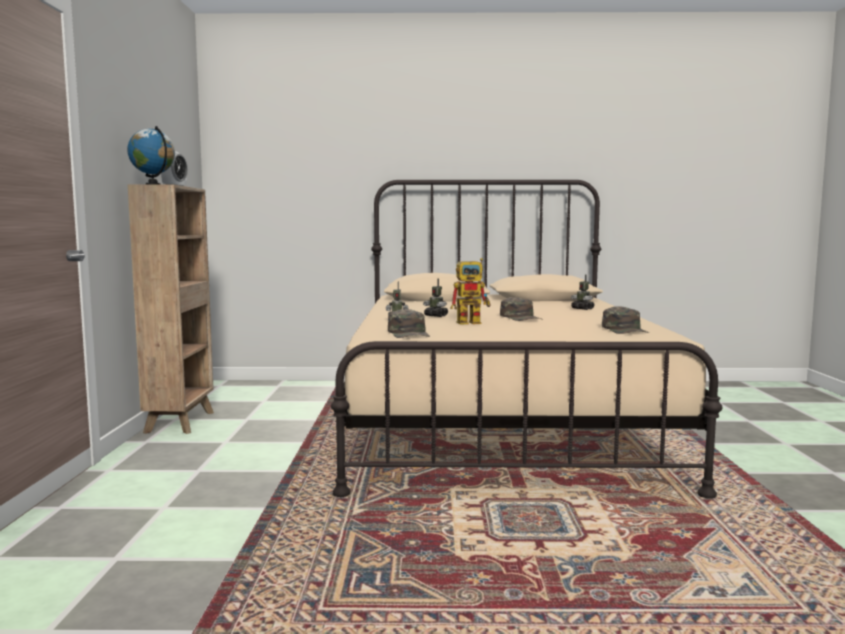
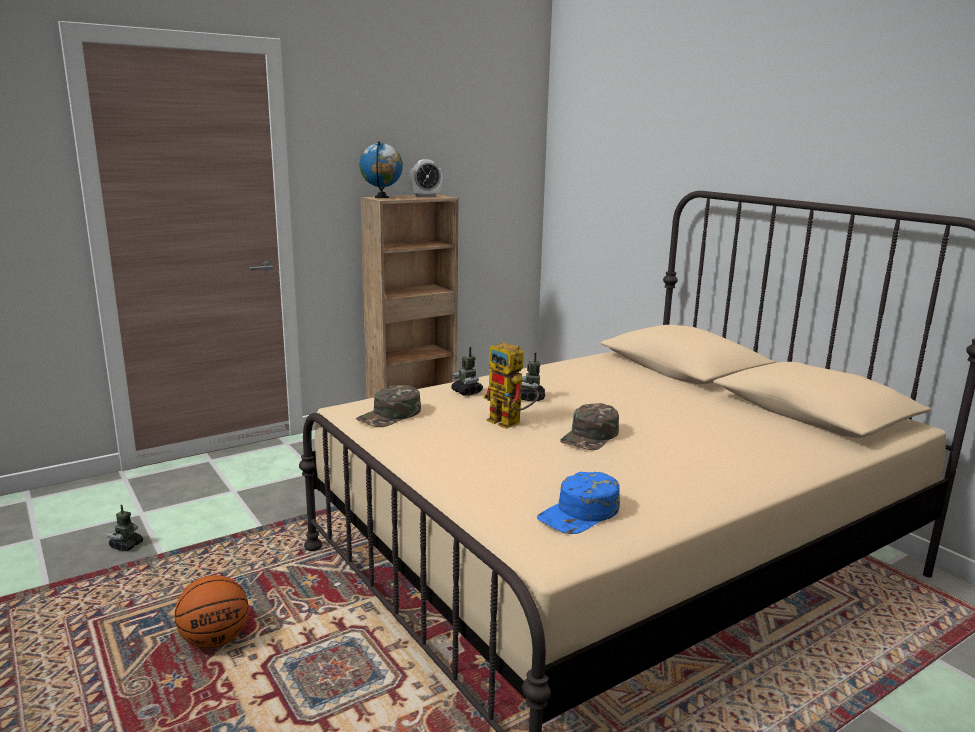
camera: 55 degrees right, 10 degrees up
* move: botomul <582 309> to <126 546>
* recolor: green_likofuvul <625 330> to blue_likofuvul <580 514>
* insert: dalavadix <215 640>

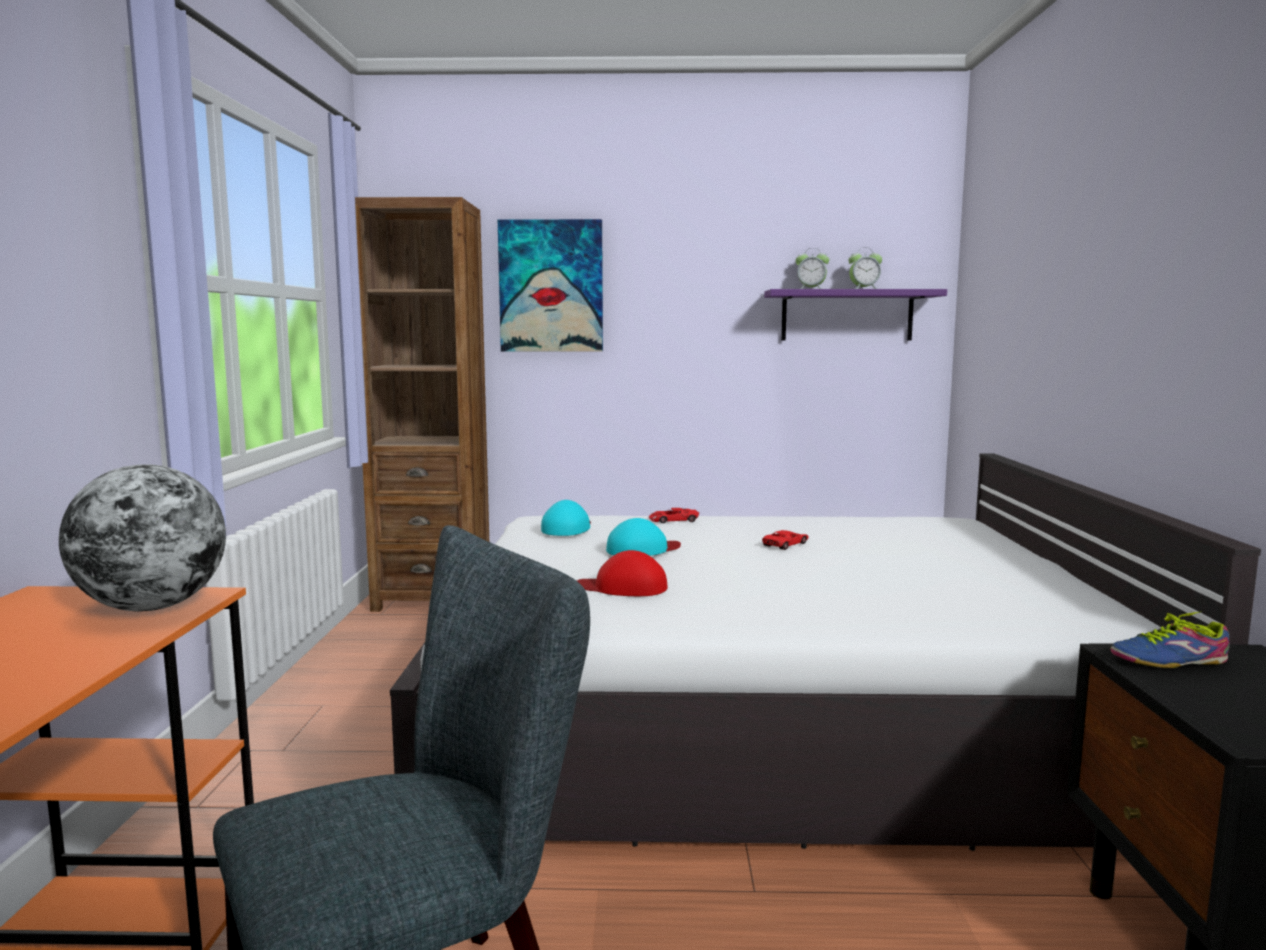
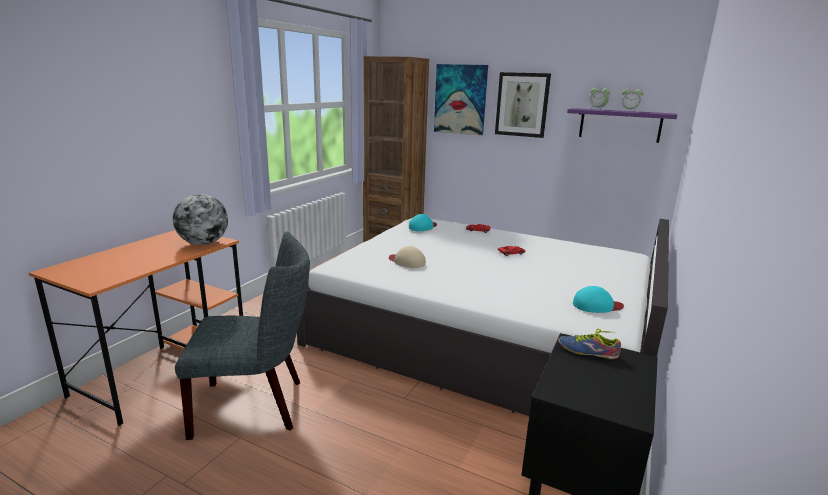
camera: 25 degrees right, 10 degrees up
* move: turquoise_likofuvul <643 549> to <597 305>
* recolor: red_likofuvul <623 587> to beige_likofuvul <407 261>
* insert: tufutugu <522 104>

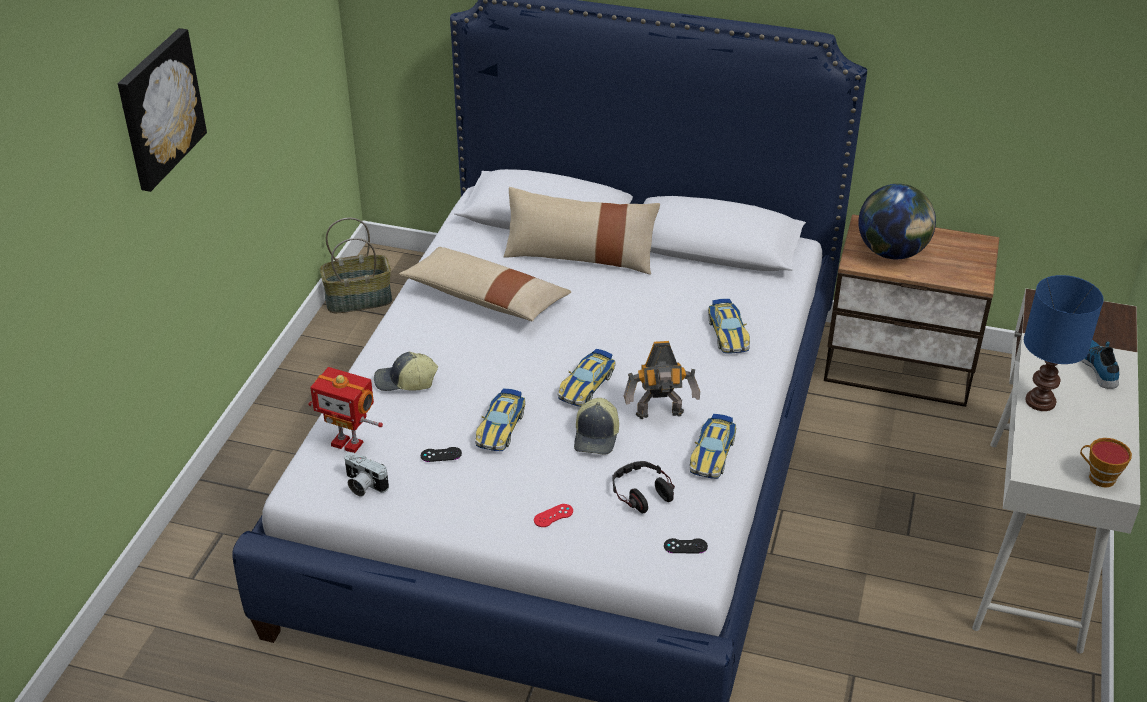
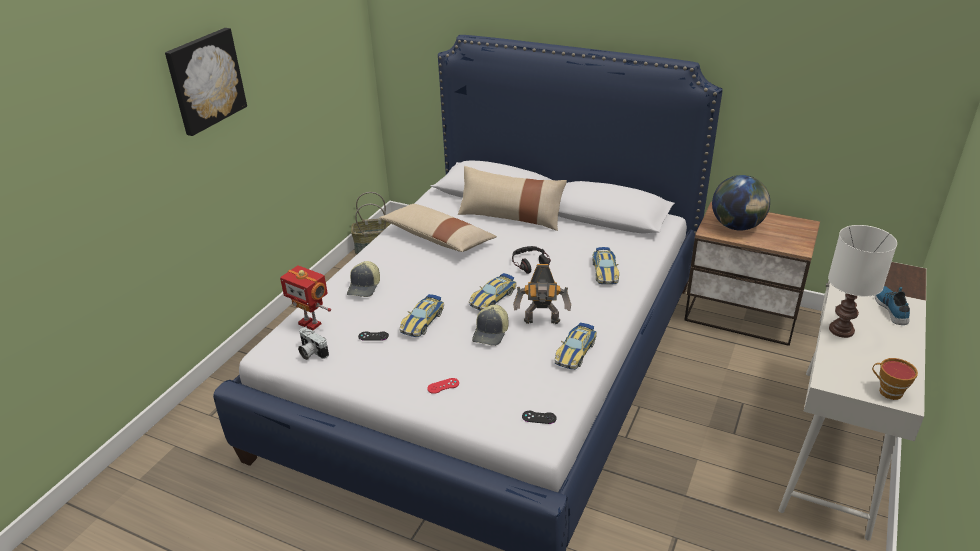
camera: 10 degrees right, 5 degrees down
* recolor: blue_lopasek <1040 400> to white_lopasek <841 329>
* rotate: likofuvul <405 382> = <365 287> 90 degrees counterclockwise
* move: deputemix <641 492> to <530 264>

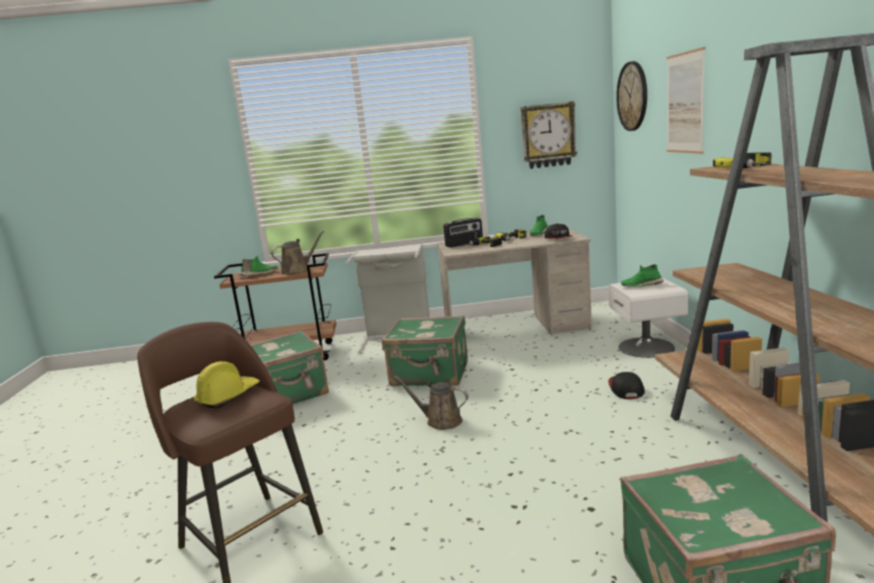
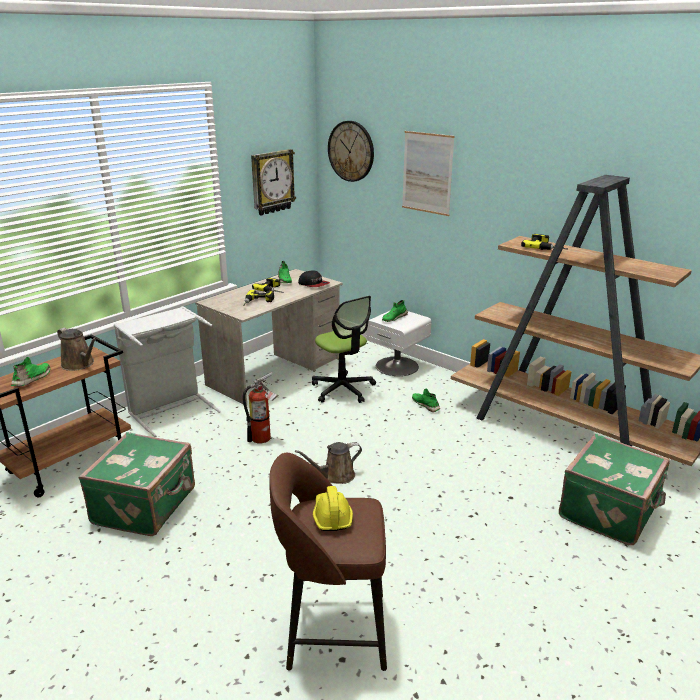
camera: 45 degrees left, 10 degrees up
* delete: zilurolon <464 244>
* rotate: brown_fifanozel <297 271> = <79 364> 120 degrees clockwise
* replace: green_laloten <430 375> to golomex <264 438>
* replace: likofuvul <625 388> to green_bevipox <426 405>
* insert: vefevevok <343 389>

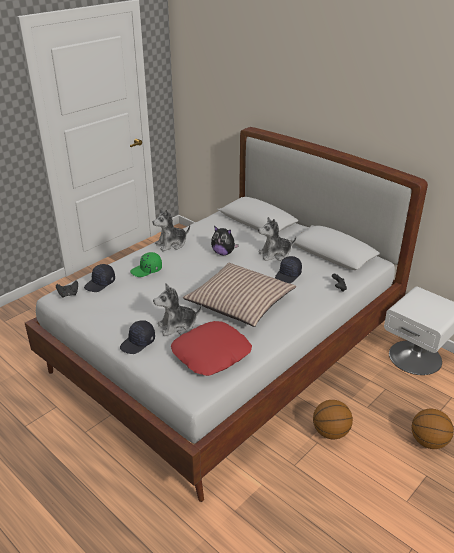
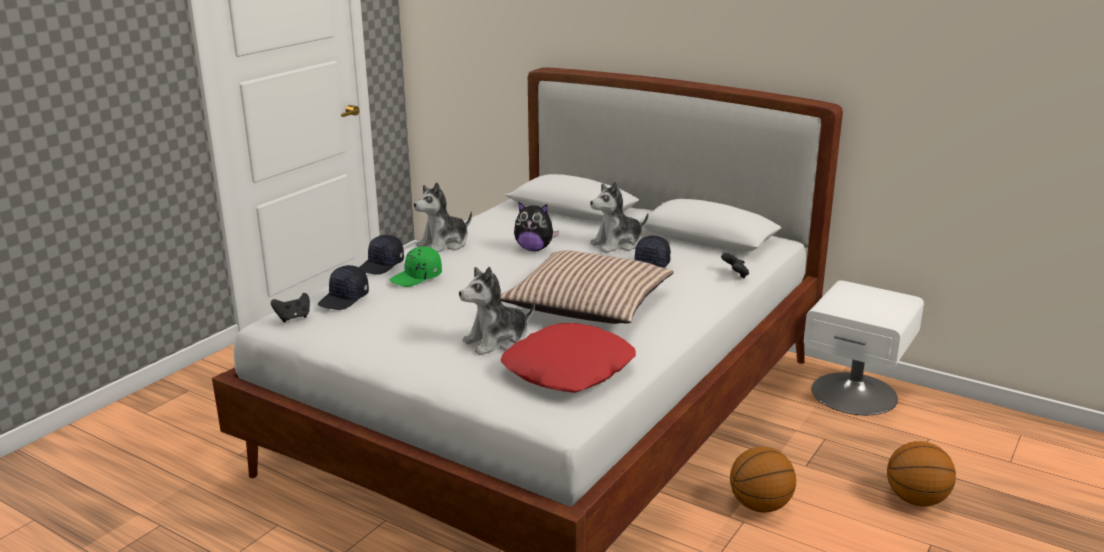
camera: 10 degrees left, 10 degrees down
* move: black_likofuvul <138 343> to <382 265>

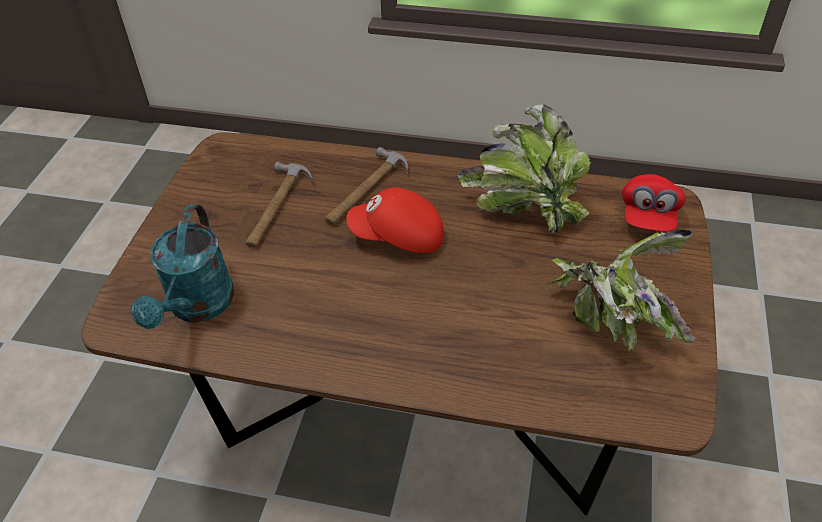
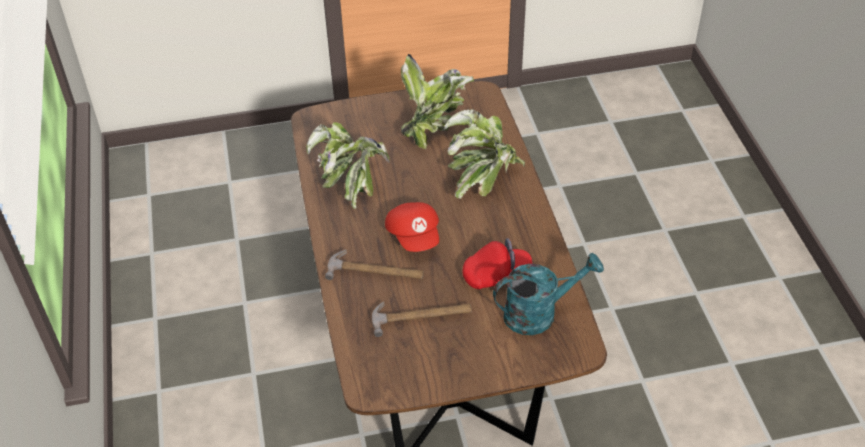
camera: 115 degrees left, 0 degrees up
* move: red_likofuvul <648 216> to <496 275>
* insert: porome <484 178>

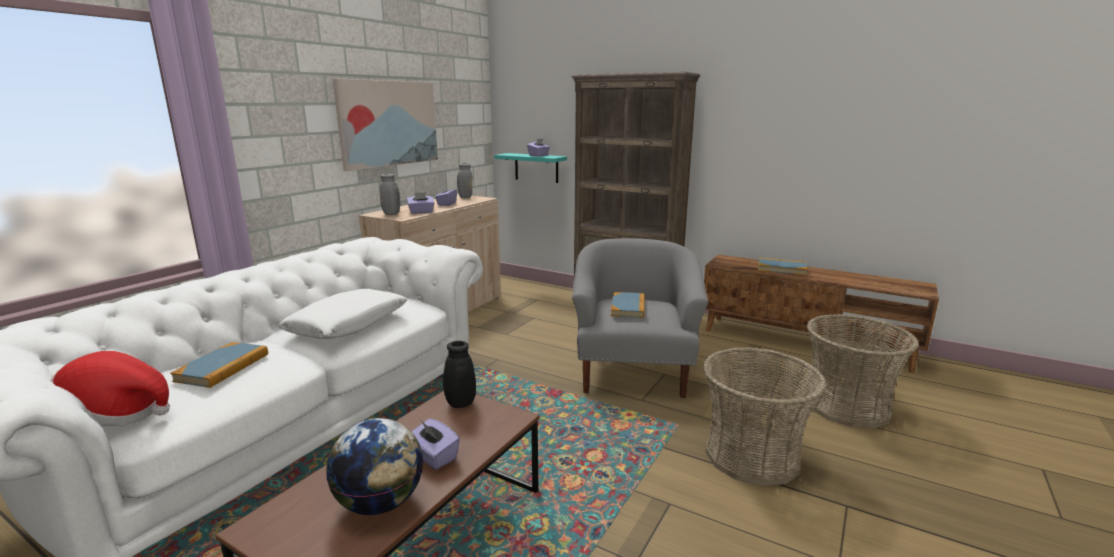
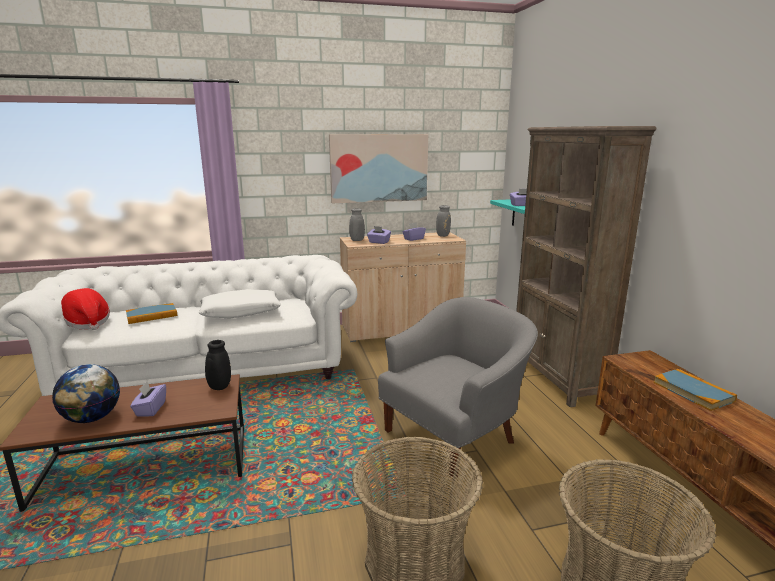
camera: 45 degrees right, 0 degrees up
* delete: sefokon <628 307>

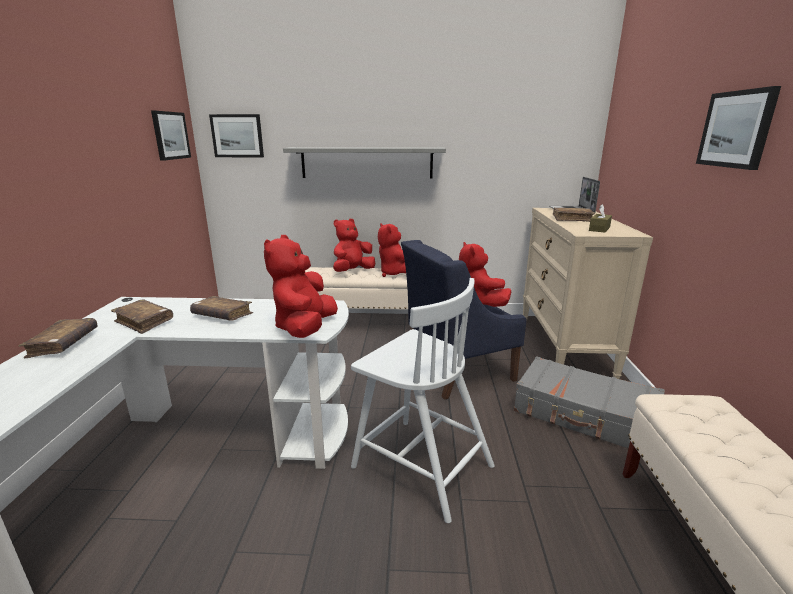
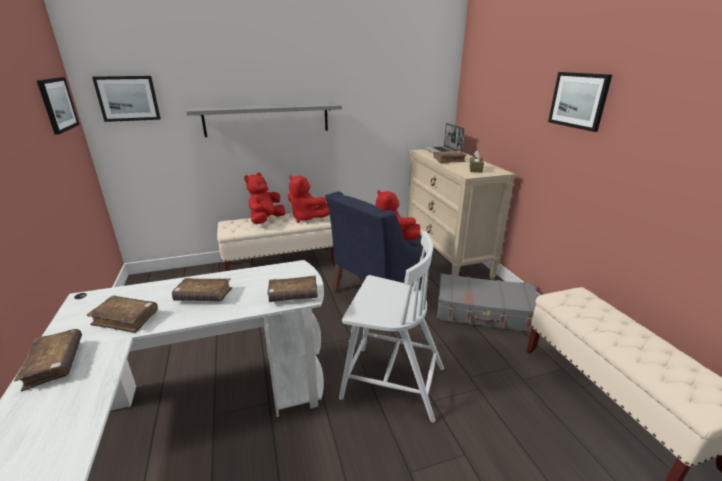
camera: 20 degrees left, 5 degrees up
* replace: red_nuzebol <305 328> to brown_sefokon <293 295>

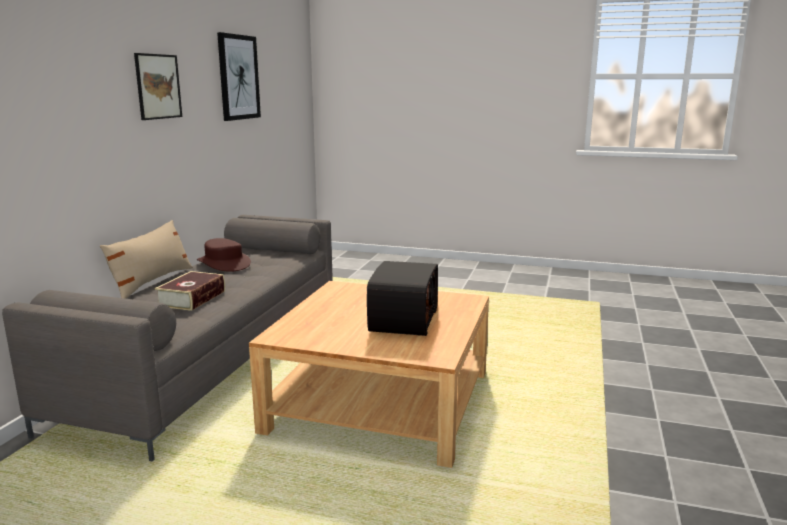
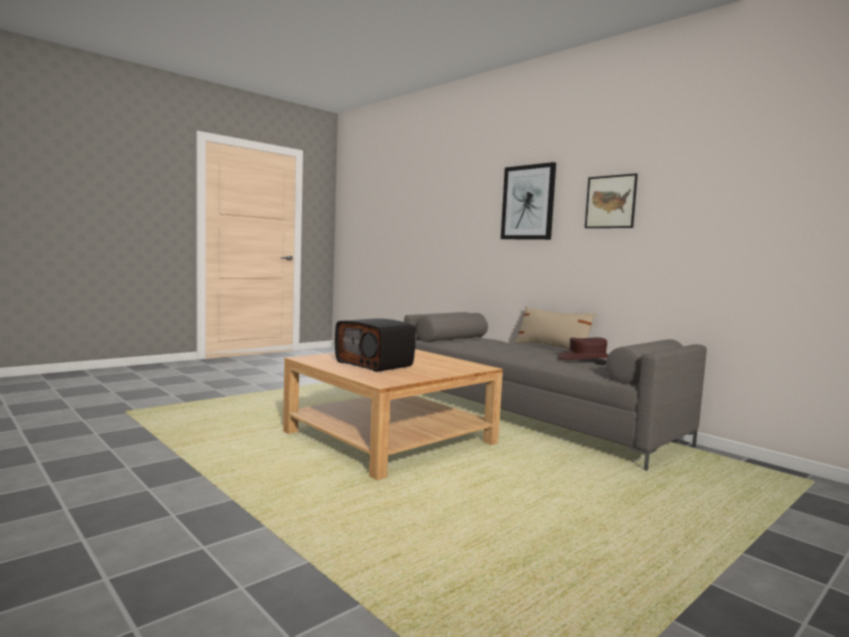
camera: 120 degrees right, 10 degrees down
* move: tufutugu <238 77> to <528 202>
* delete: sefokon <192 298>

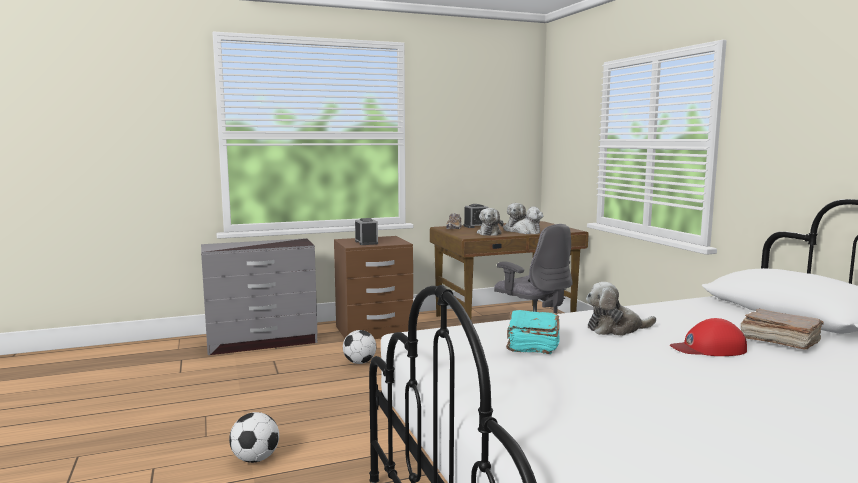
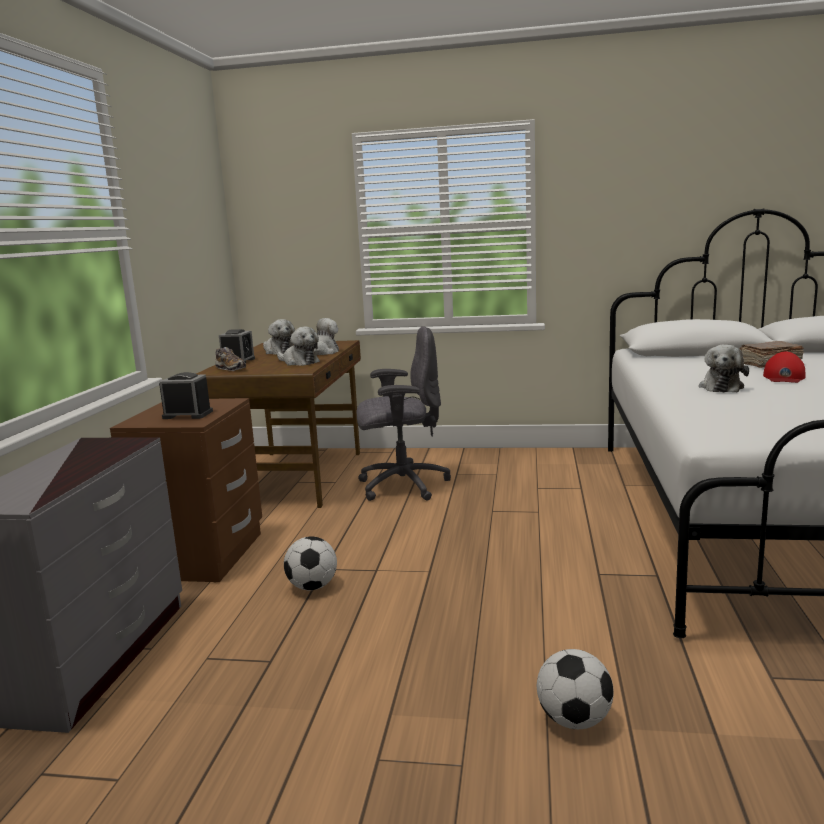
camera: 60 degrees left, 5 degrees up
* delete: turquoise_sefokon <532 343>

